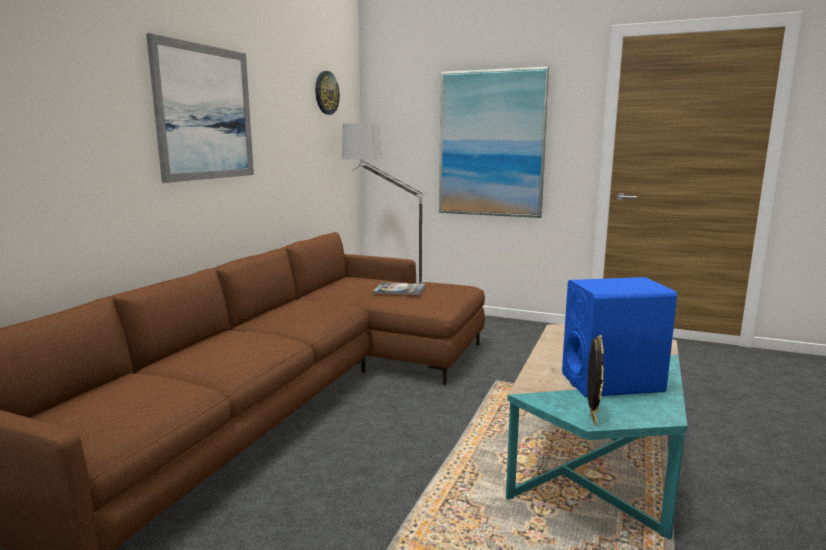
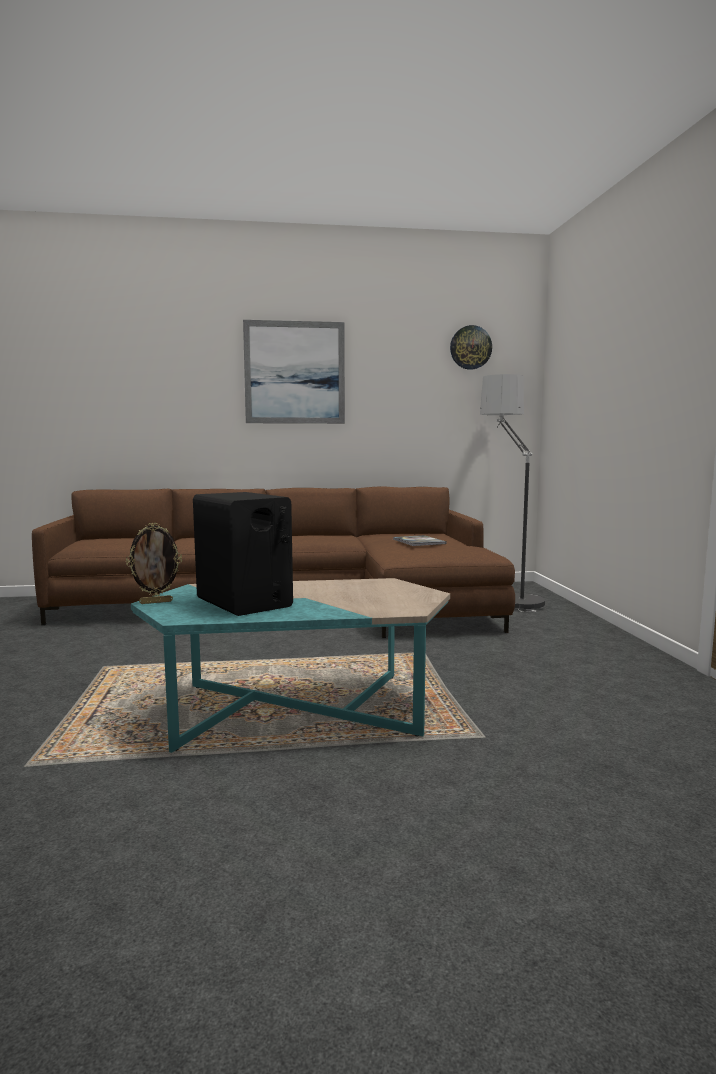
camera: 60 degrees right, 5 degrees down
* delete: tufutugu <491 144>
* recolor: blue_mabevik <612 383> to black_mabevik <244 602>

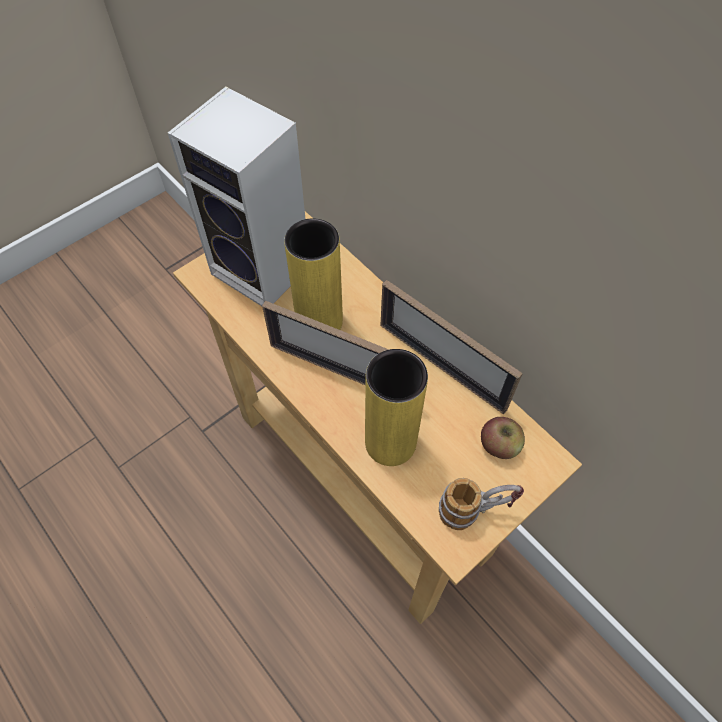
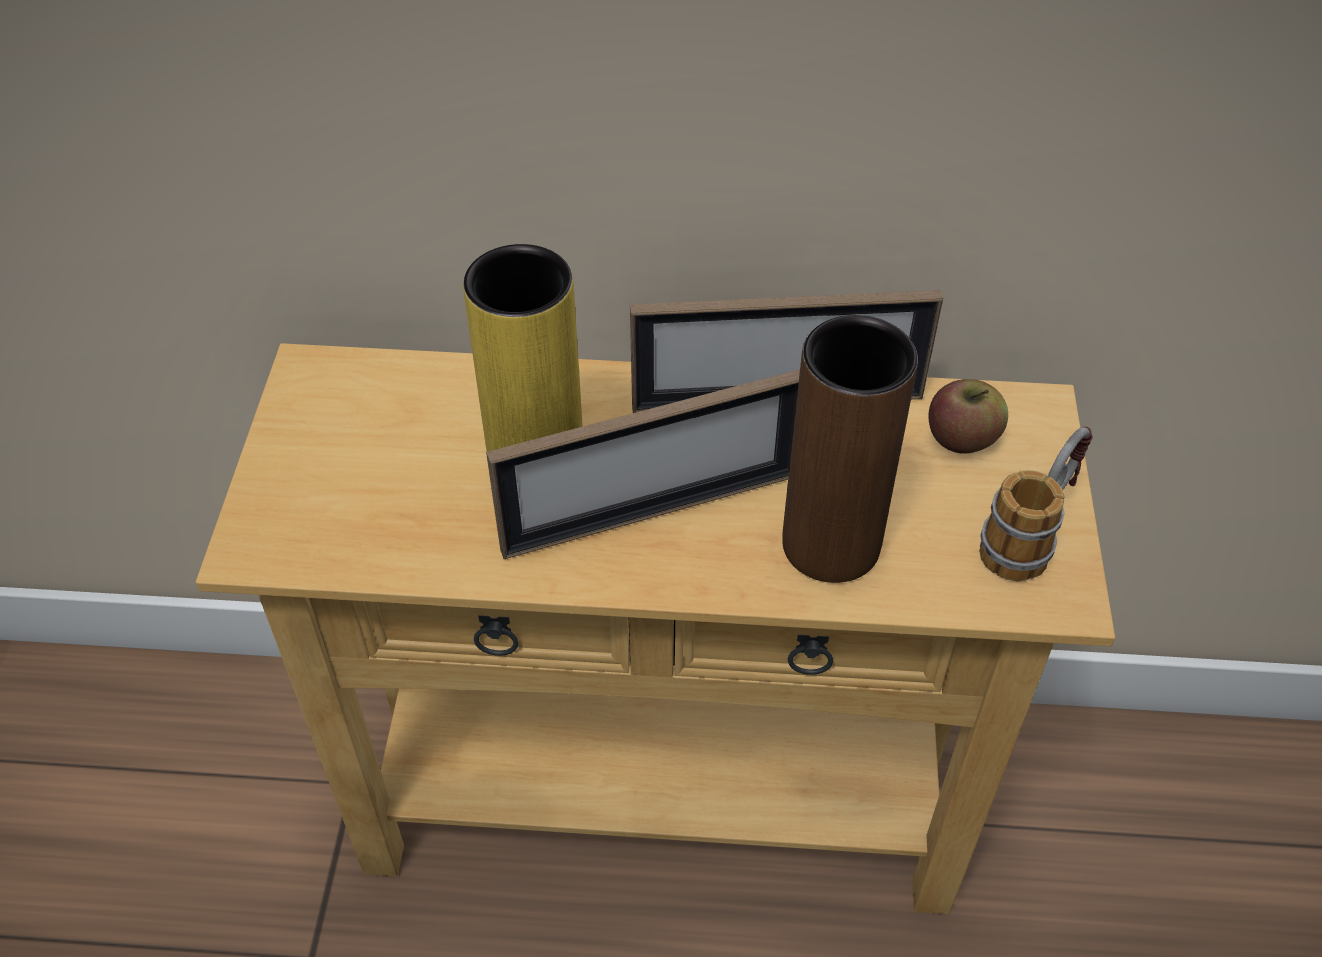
camera: 45 degrees left, 10 degrees down
* delete: mabevik <265 270>
* recolor: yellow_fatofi <390 442> to brown_fatofi <831 544>

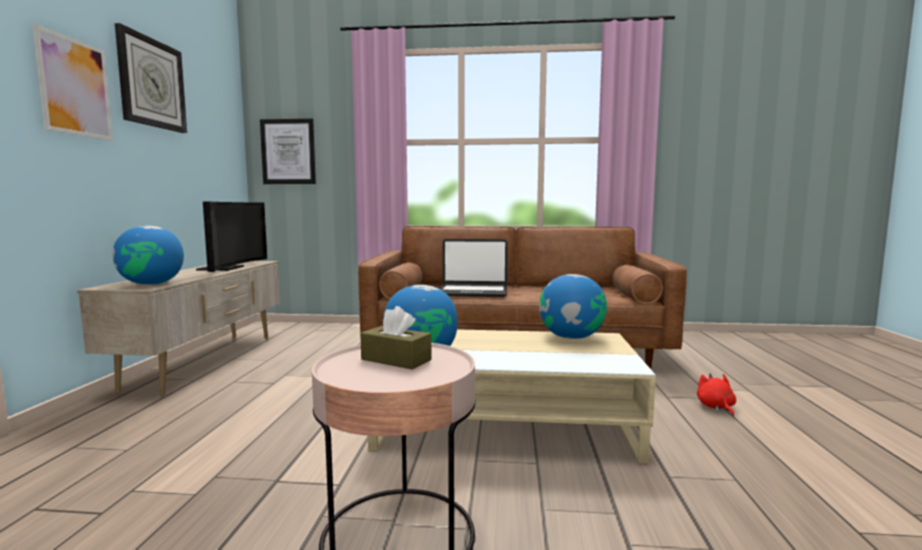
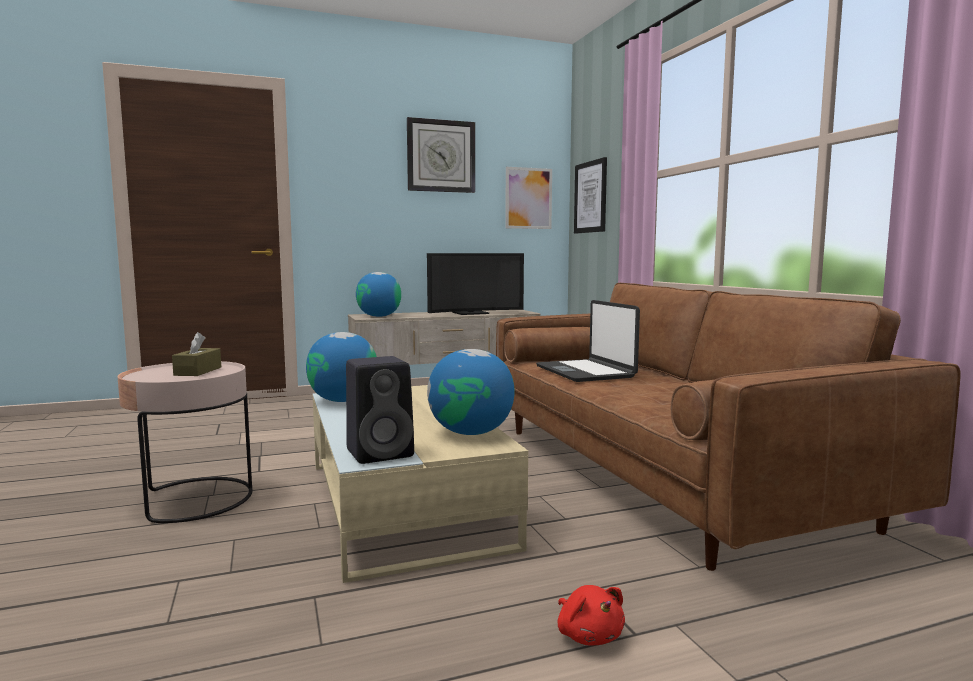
camera: 65 degrees right, 0 degrees up
* move: tufutugu <75 87> to <528 198>
* rotate: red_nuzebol <716 407> = <588 635> 90 degrees clockwise
* insert: black_mabevik <382 453>

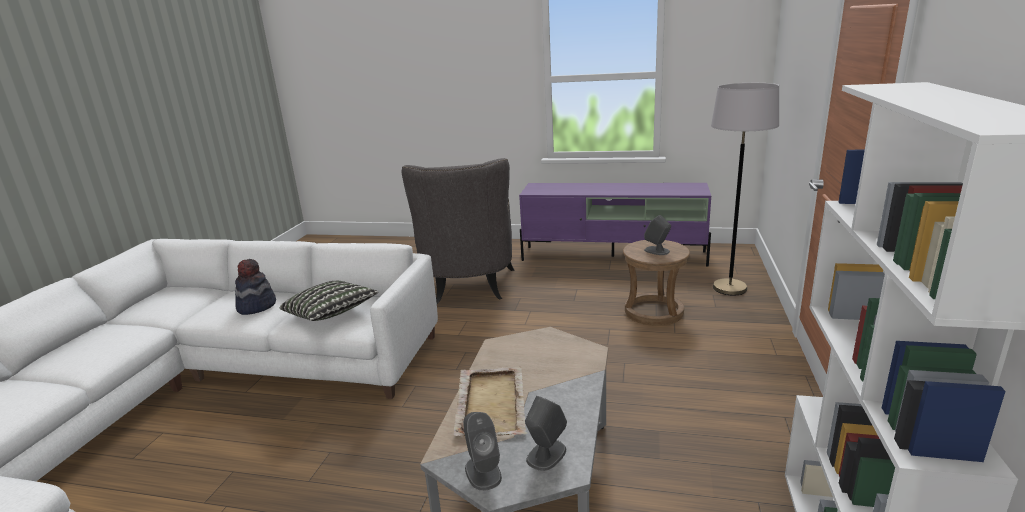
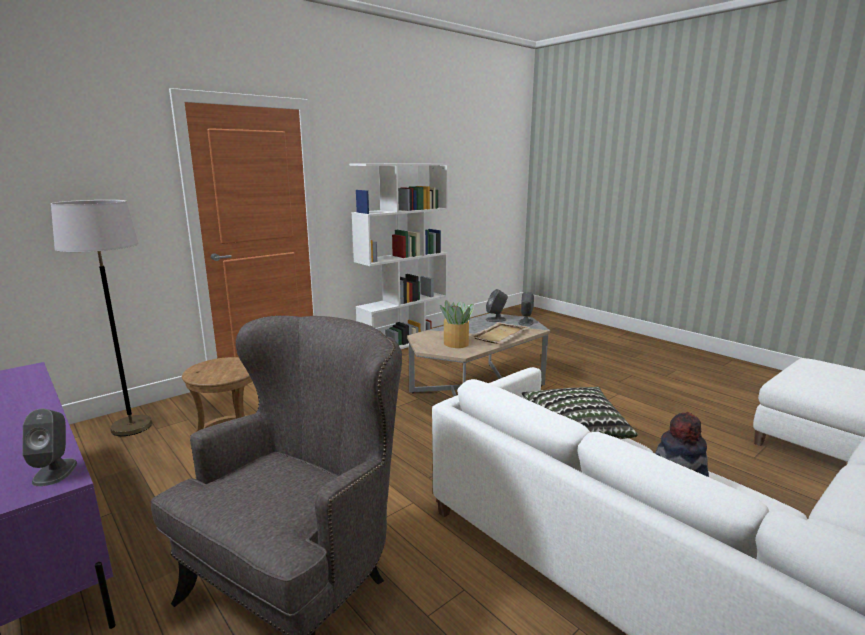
camera: 145 degrees left, 5 degrees down
* move: grey_mabevik <657 251> to <55 472>
* insert: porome <456 344>

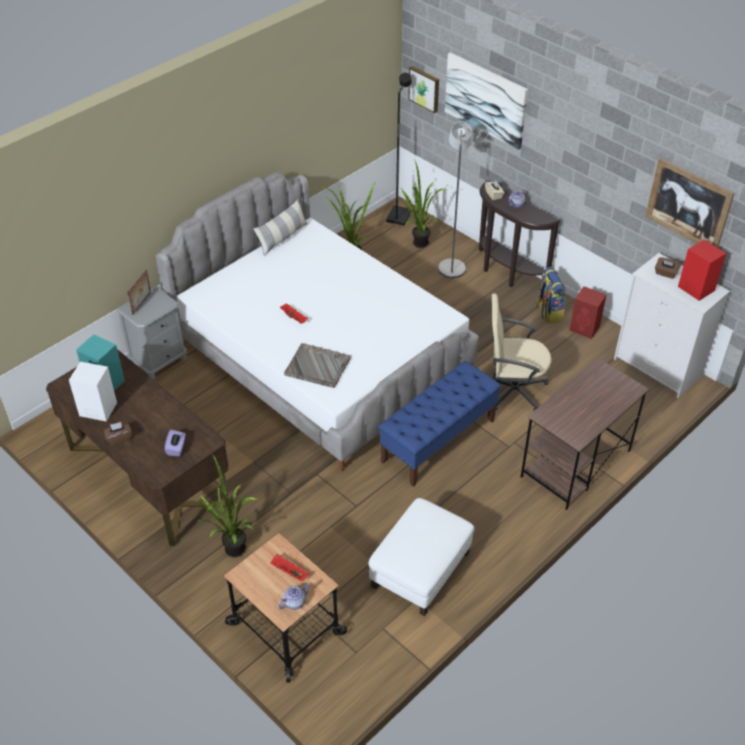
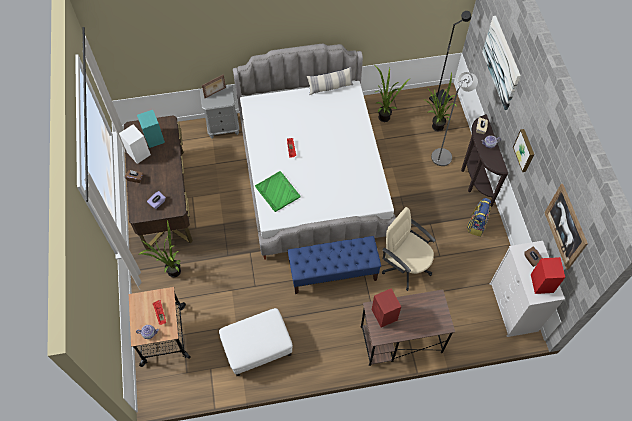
camera: 35 degrees right, 15 degrees up
* move: tufutugu <425 88> to <525 150>
* move: red_mabevik <585 328> to <384 315>
* recolor: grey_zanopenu <318 367> to green_zanopenu <278 192>

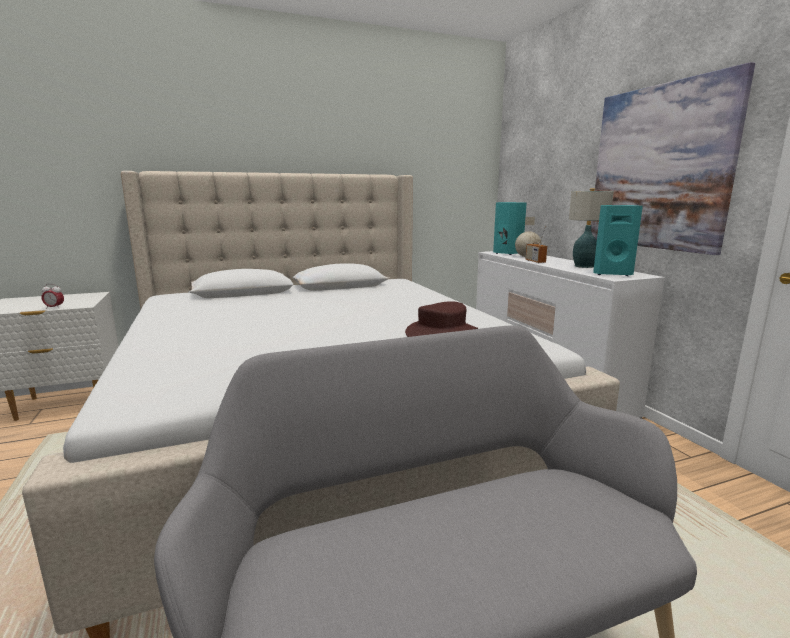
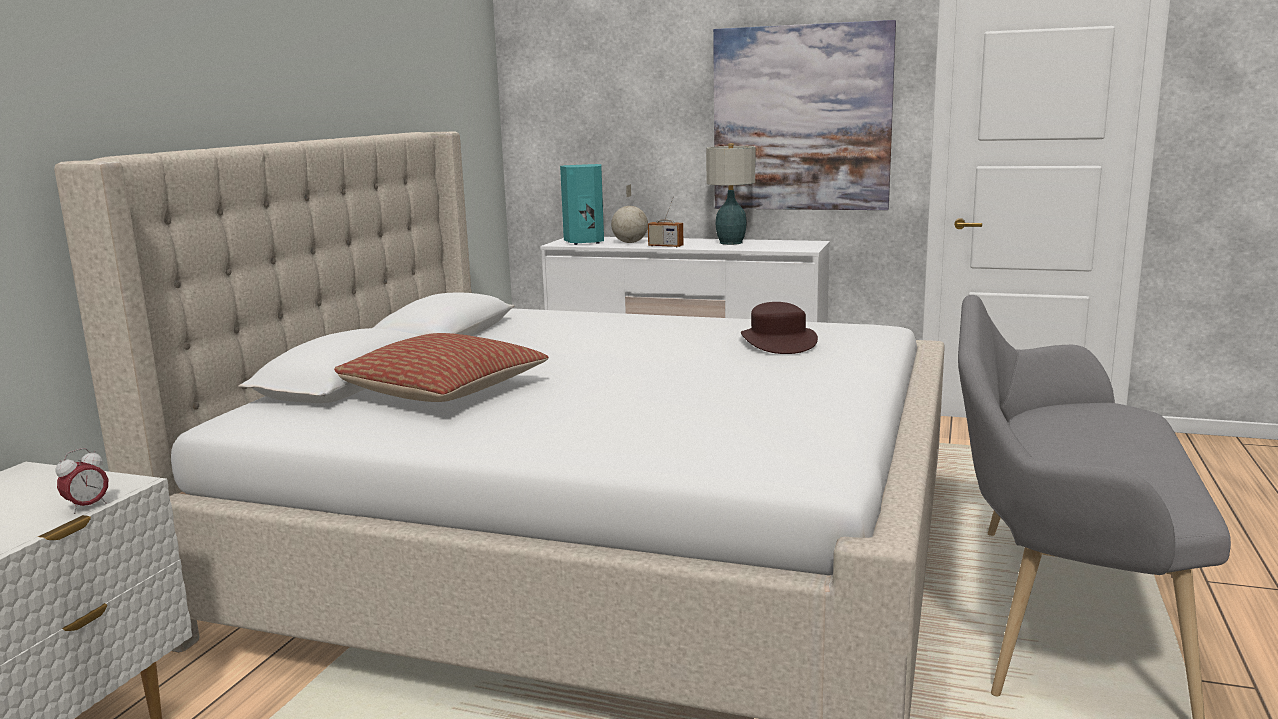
camera: 50 degrees left, 0 degrees up
* delete: turquoise_mabevik <611 273>
* insert: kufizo <443 391>

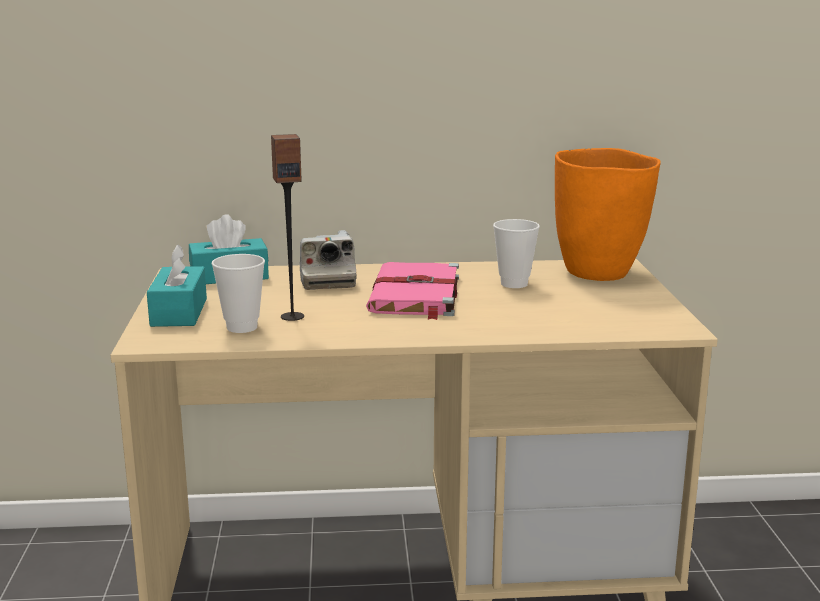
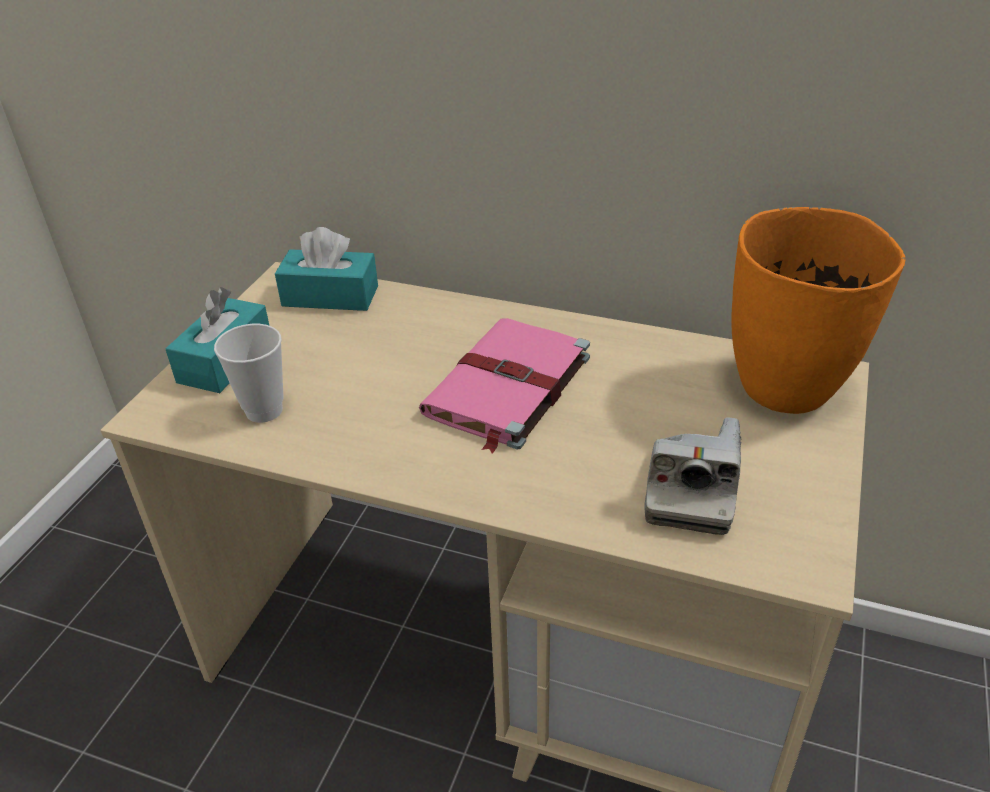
camera: 25 degrees right, 20 degrees up
* delete: mabevik <292 316>
* delete: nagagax <514 284>
* move: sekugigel <327 280> to <690 492>

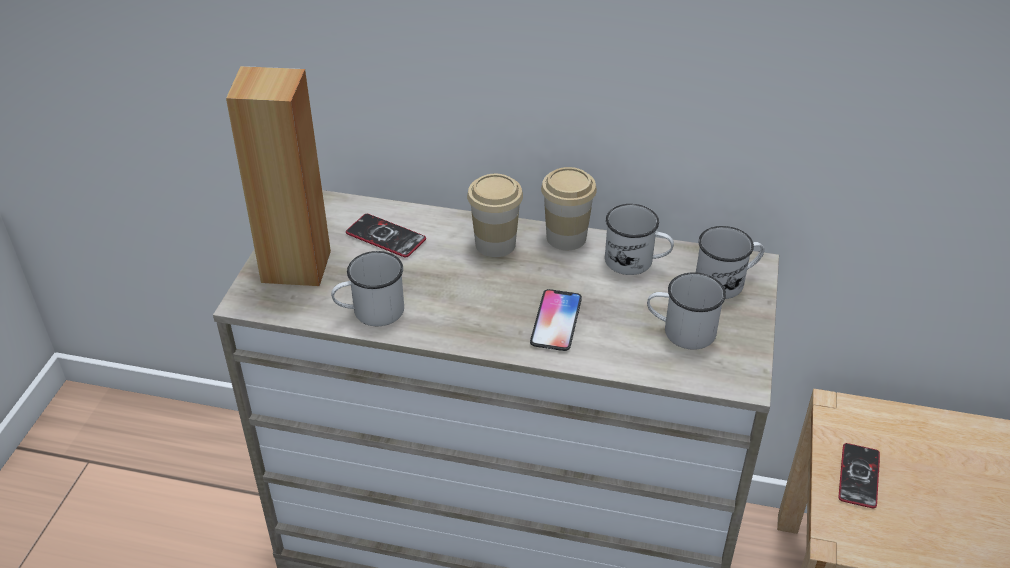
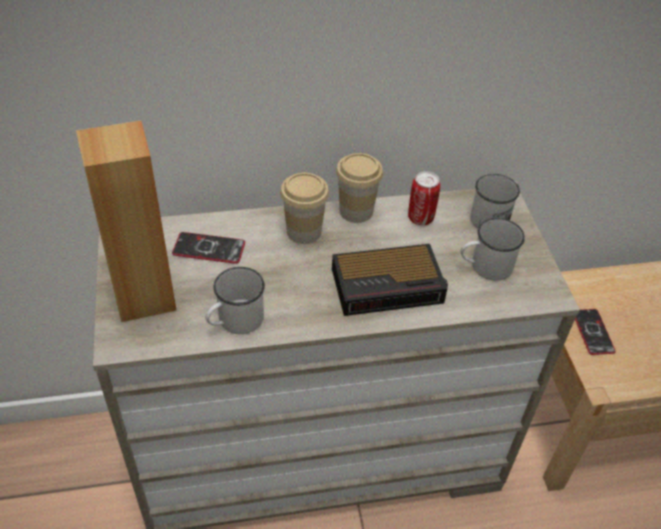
camera: 25 degrees left, 5 degrees up
* replace: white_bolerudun <636 262> to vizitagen <420 218>
* replace: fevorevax <556 321> to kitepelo <389 285>

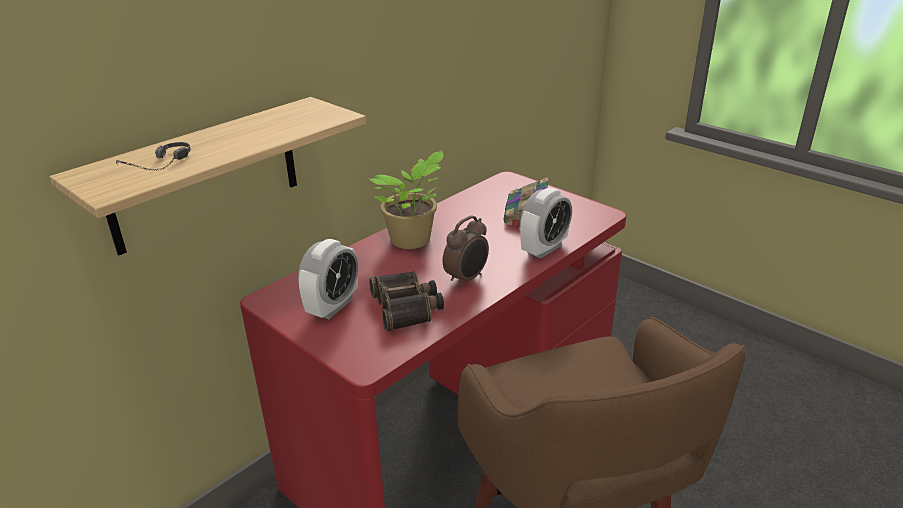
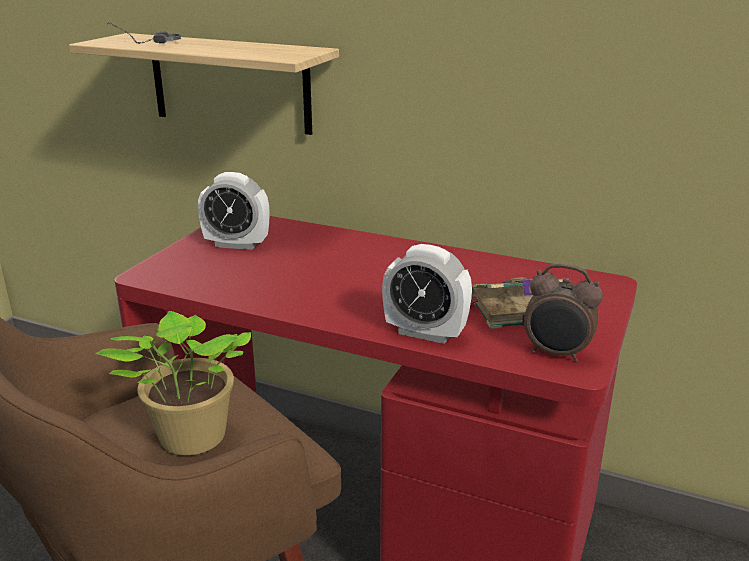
camera: 70 degrees right, 5 degrees down
* move: porome <413 241> to <189 439>
* move: kitepelo <467 279> to <556 354>
* delete: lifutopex <407 307>

